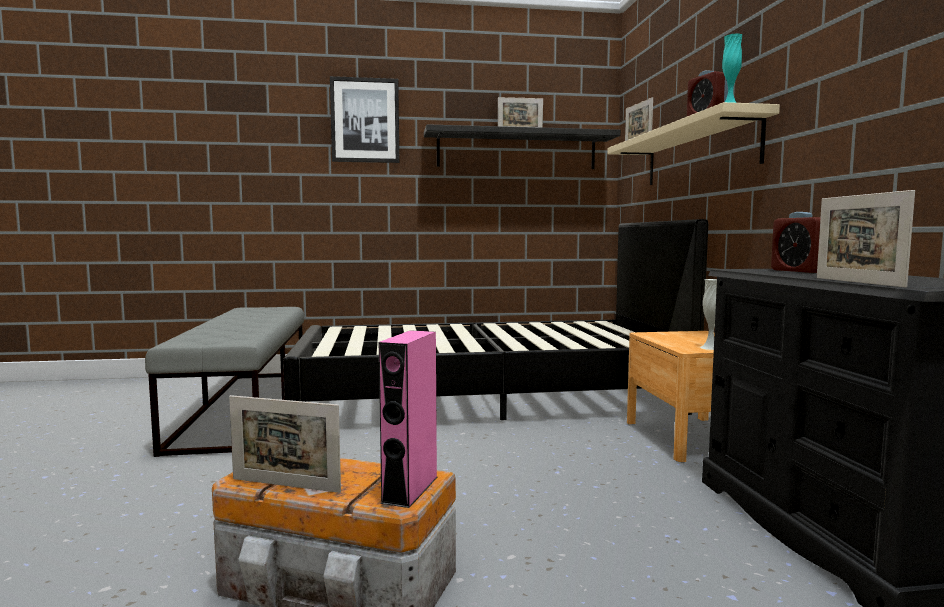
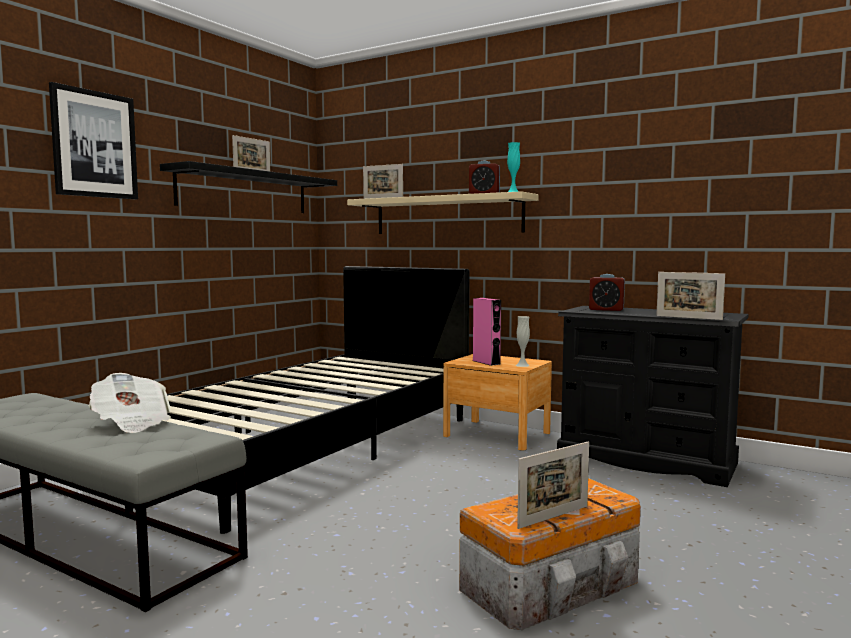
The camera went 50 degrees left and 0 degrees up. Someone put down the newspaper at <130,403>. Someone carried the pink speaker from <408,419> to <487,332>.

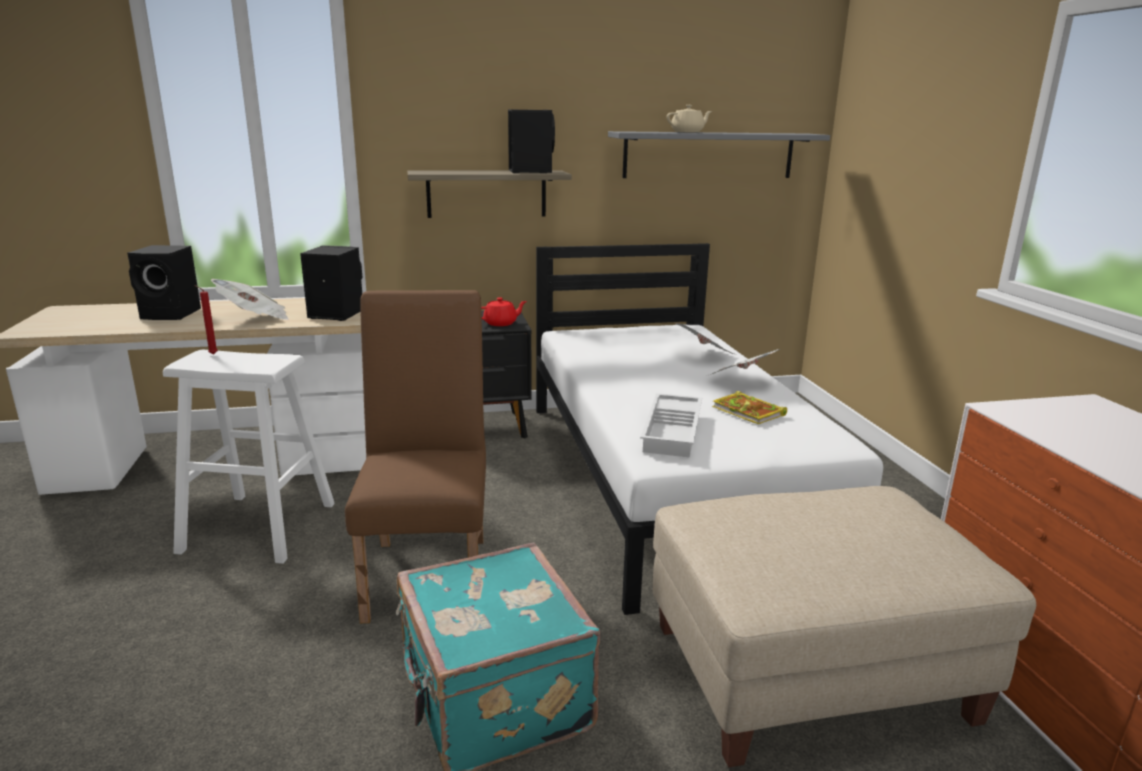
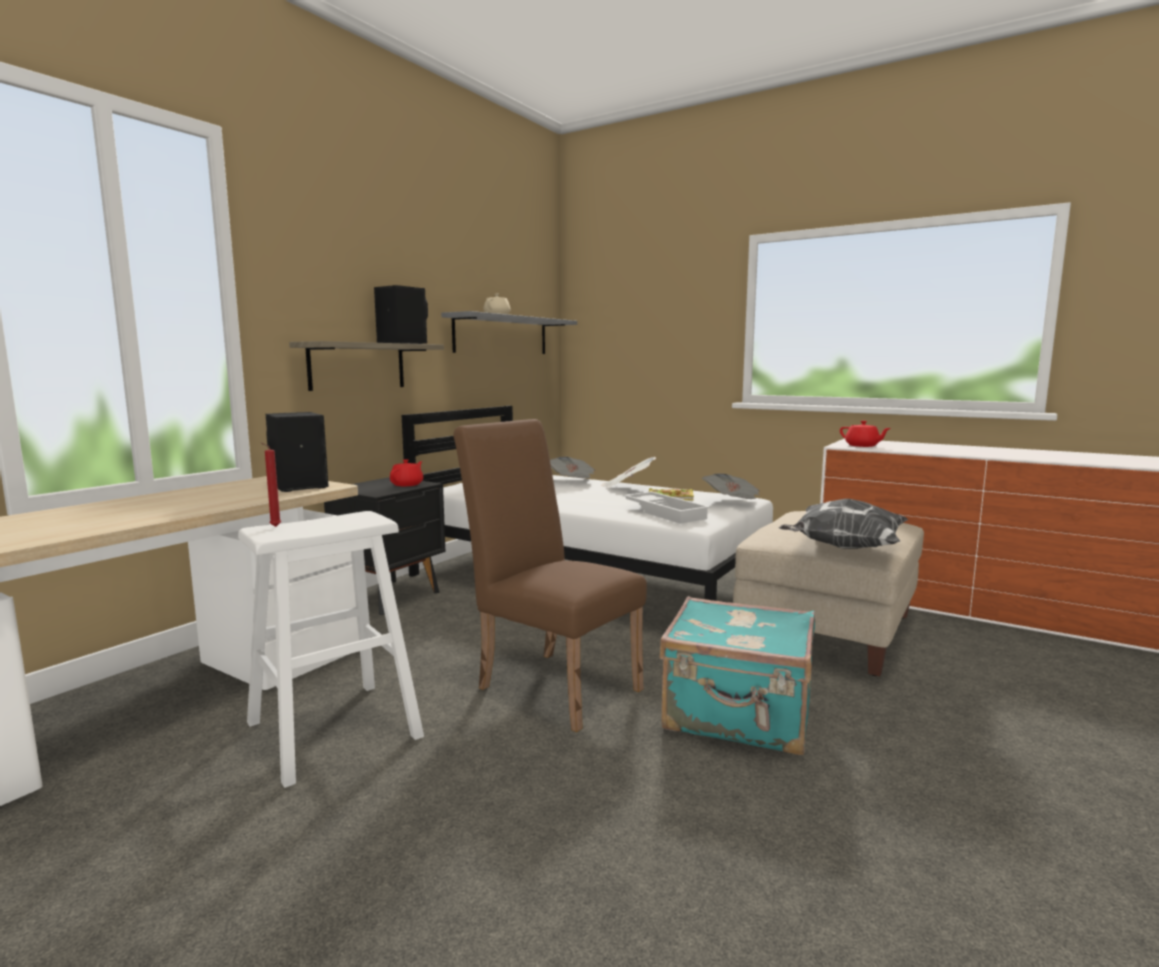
The camera went 45 degrees left and 10 degrees down. Someone took away the black speaker at <164,282>. Someone put down the pillow at <843,524>. Someone put down the red teapot at <865,434>. Someone carried the newspaper from <249,299> to <731,486>.

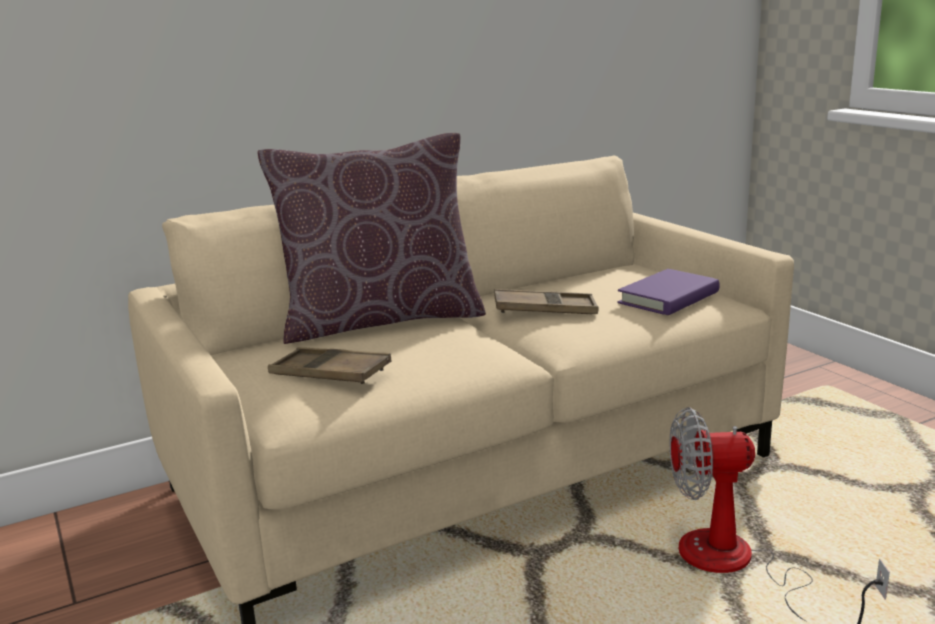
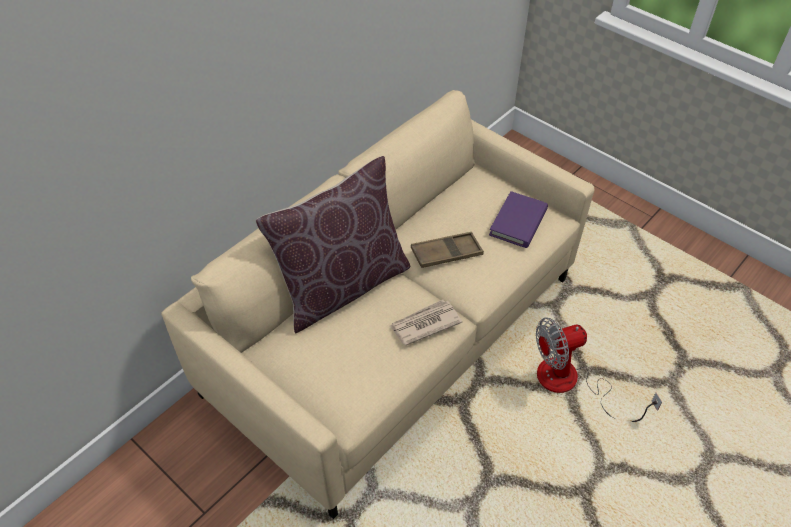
The camera went 20 degrees left and 30 degrees up. Someone took away the brown tray at <330,365>. Someone put down the newspaper at <426,322>.

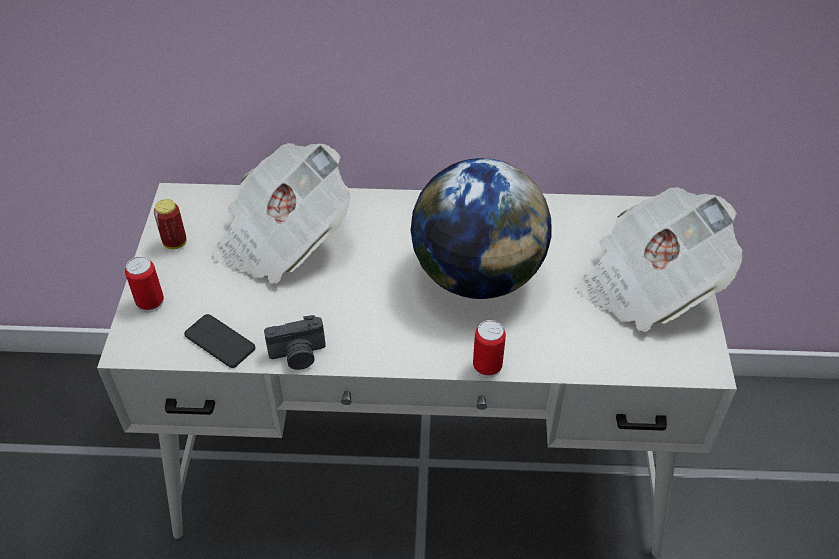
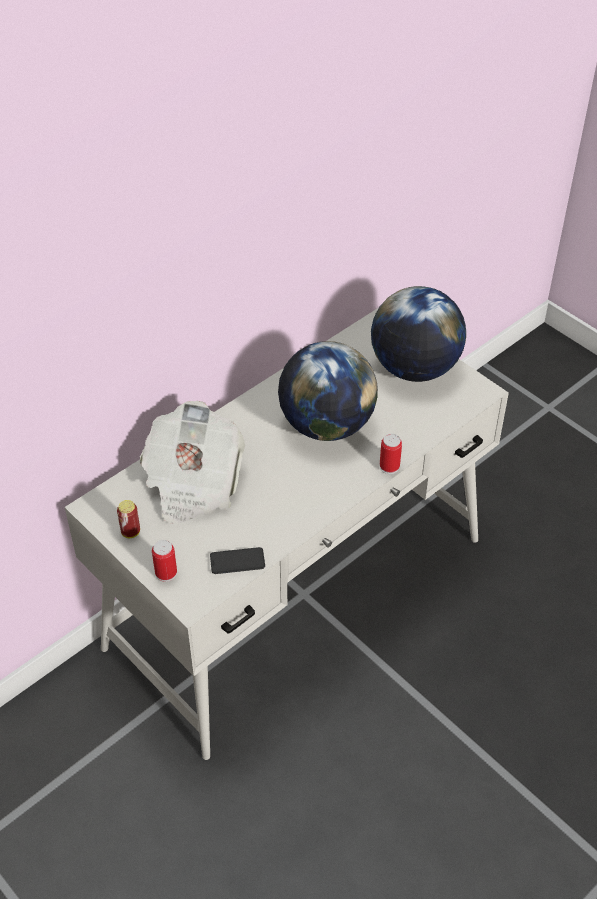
The camera went 45 degrees left and 0 degrees up. Someone took away the photo camera at <295,342>. Someone swapped the newspaper at <660,259> for the globe at <418,334>.

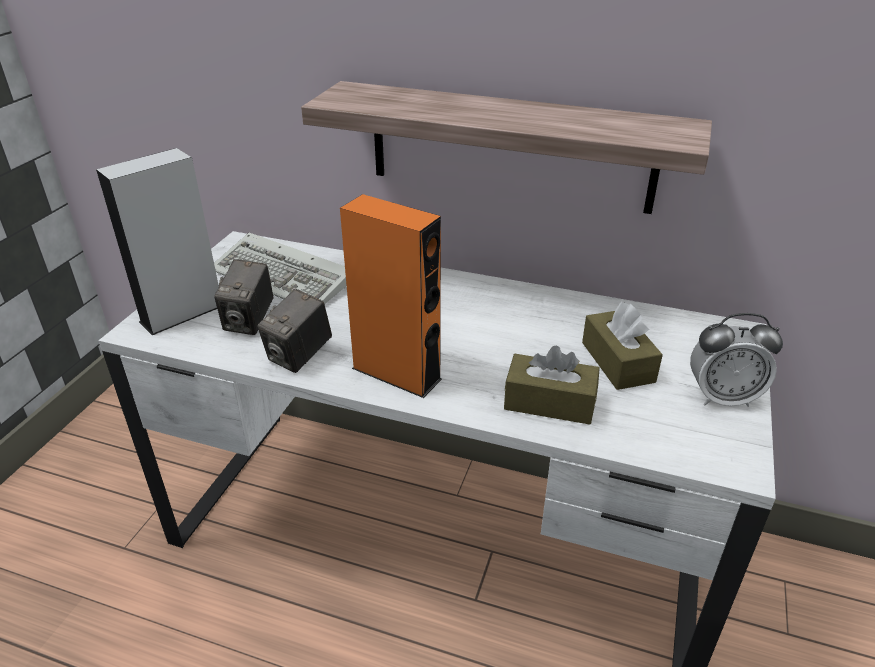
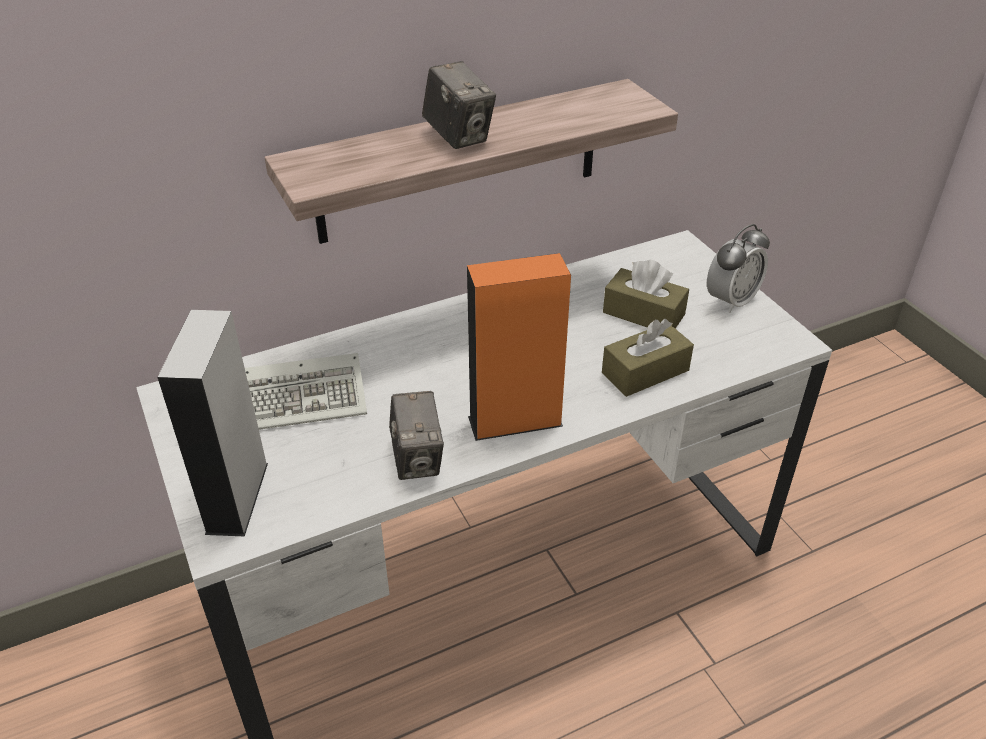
The camera went 45 degrees left and 5 degrees up. Someone carried the photo camera from <244,297> to <459,105>.

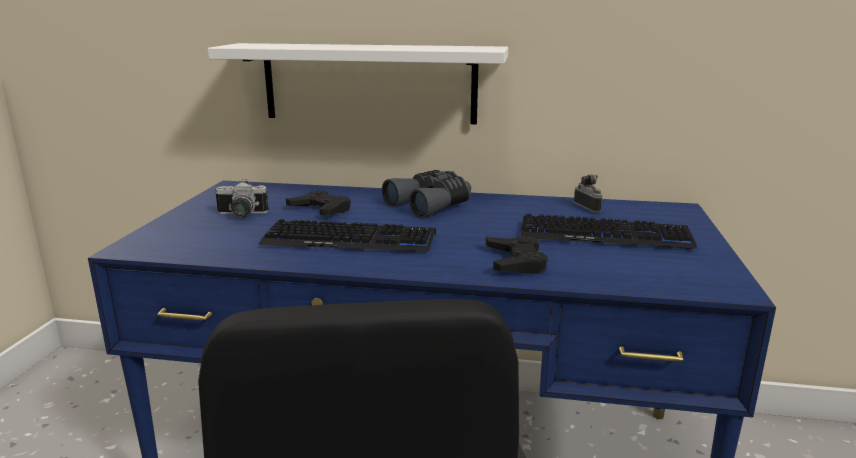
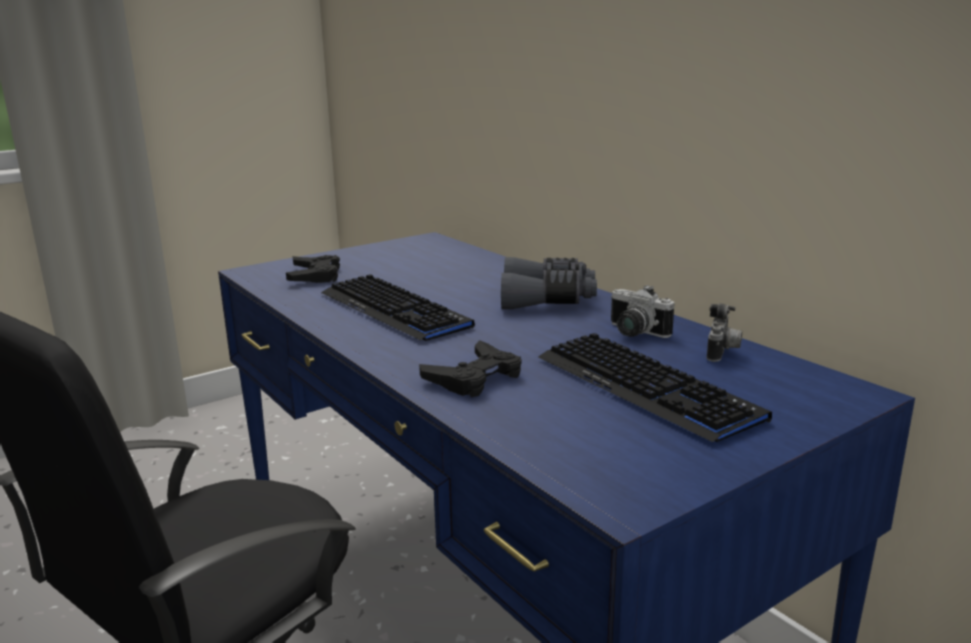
The camera went 45 degrees right and 0 degrees up. Someone took away the white shelf at <357,84>. Someone carried the photo camera from <242,198> to <642,311>. Someone carried the black game controller from <318,203> to <313,269>.

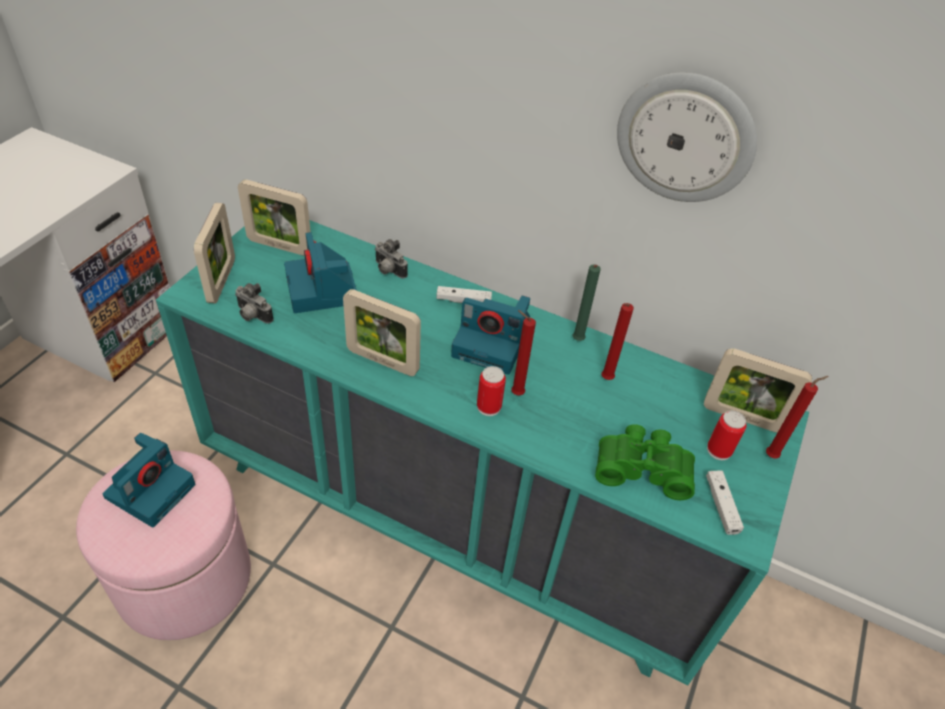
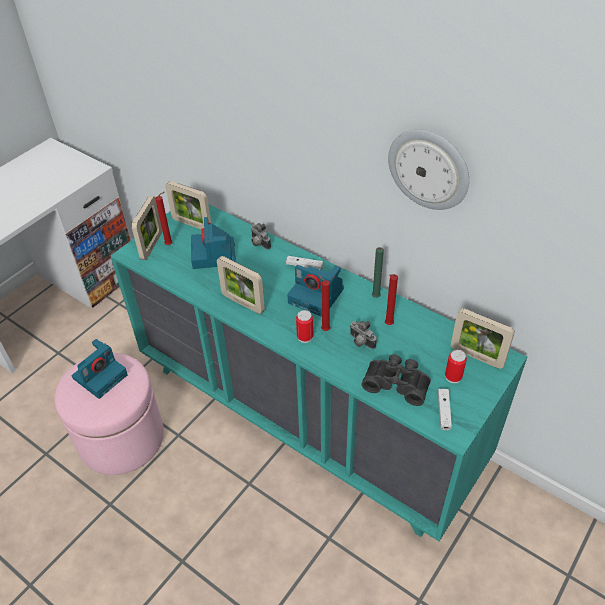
The camera went 15 degrees right and 0 degrees up. Someone carried the photo camera from <254,303> to <363,335>. Someone carried the red candle from <797,417> to <163,218>. Someone repainted the green binoculars at <645,462>, which became the black binoculars at <396,380>.

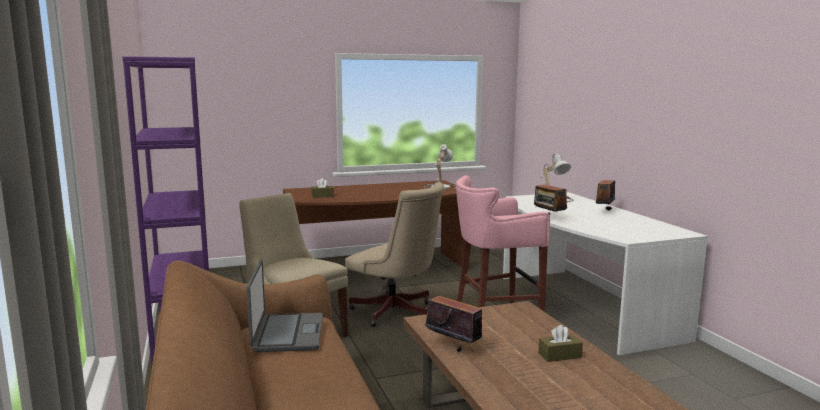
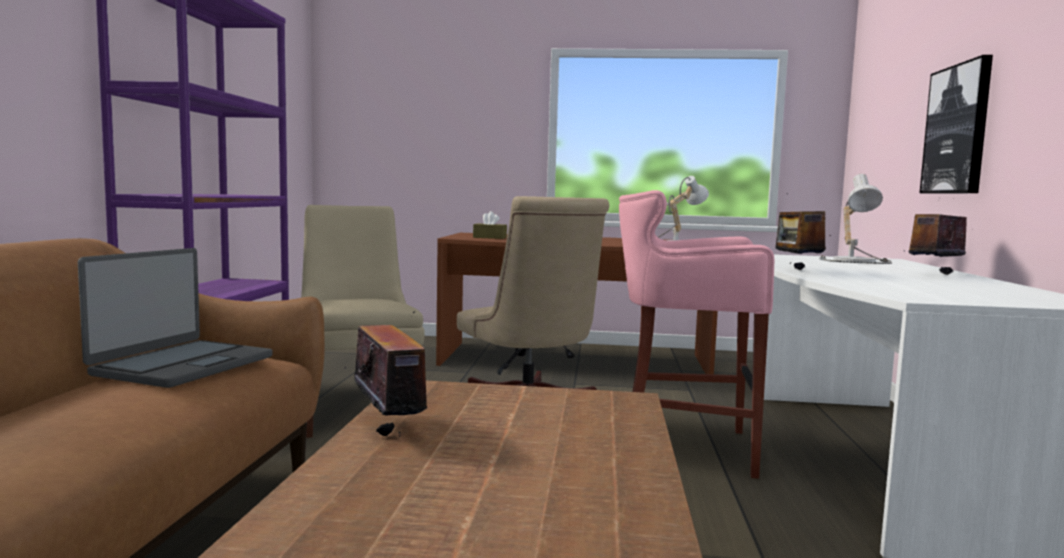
The camera went 25 degrees right and 5 degrees down. Someone took away the brown tissue box at <560,343>. Someone put up the picture at <956,124>.

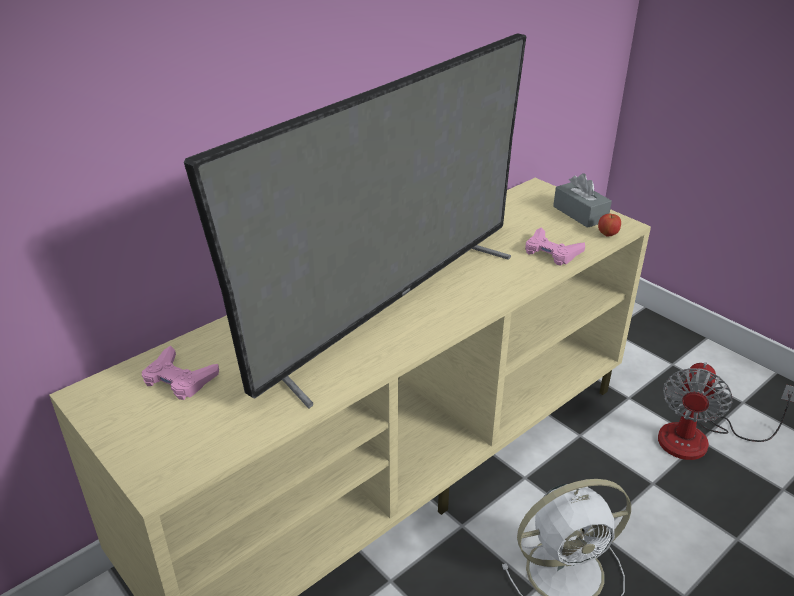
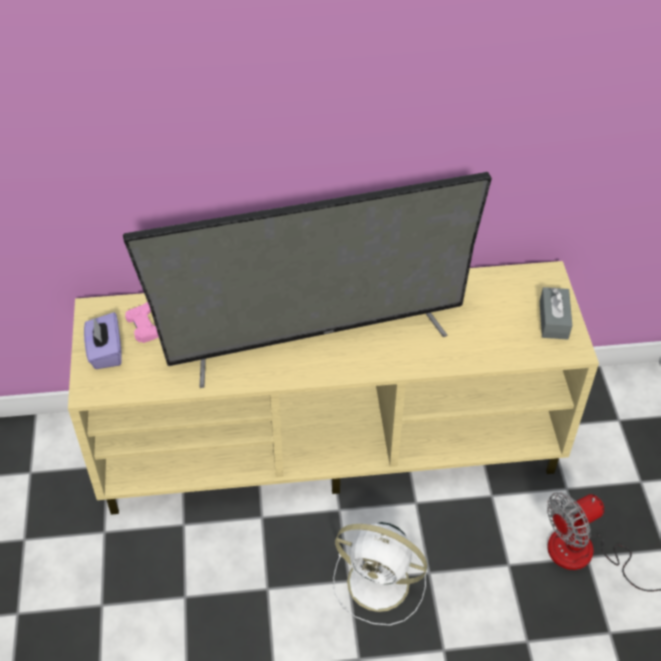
The camera went 35 degrees right and 15 degrees up. Someone took away the pink game controller at <555,246>. Someone took away the apple at <609,225>. Someone put down the purple tissue box at <103,340>.

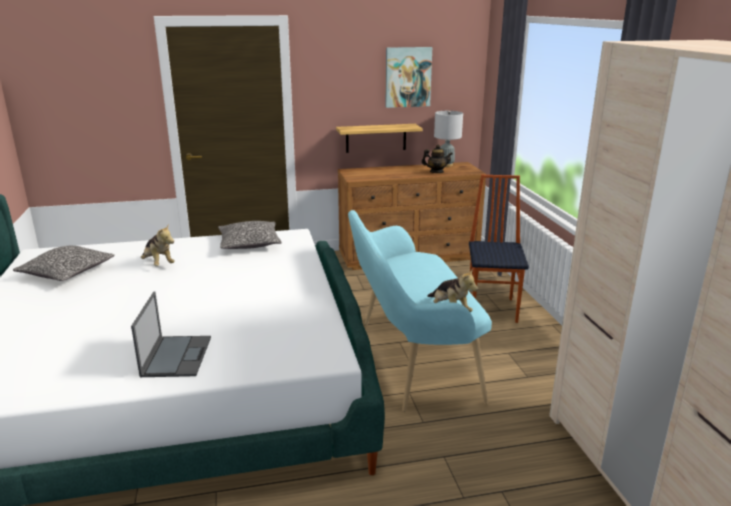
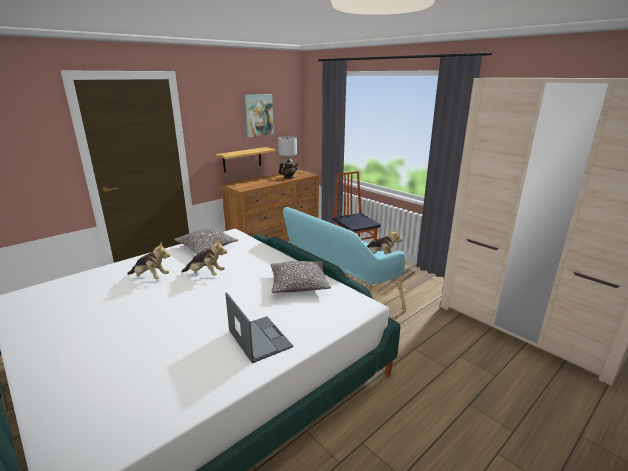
The camera went 30 degrees left and 0 degrees up. Someone put down the plush toy at <204,258>. Someone carried the pillow from <64,263> to <301,277>.

